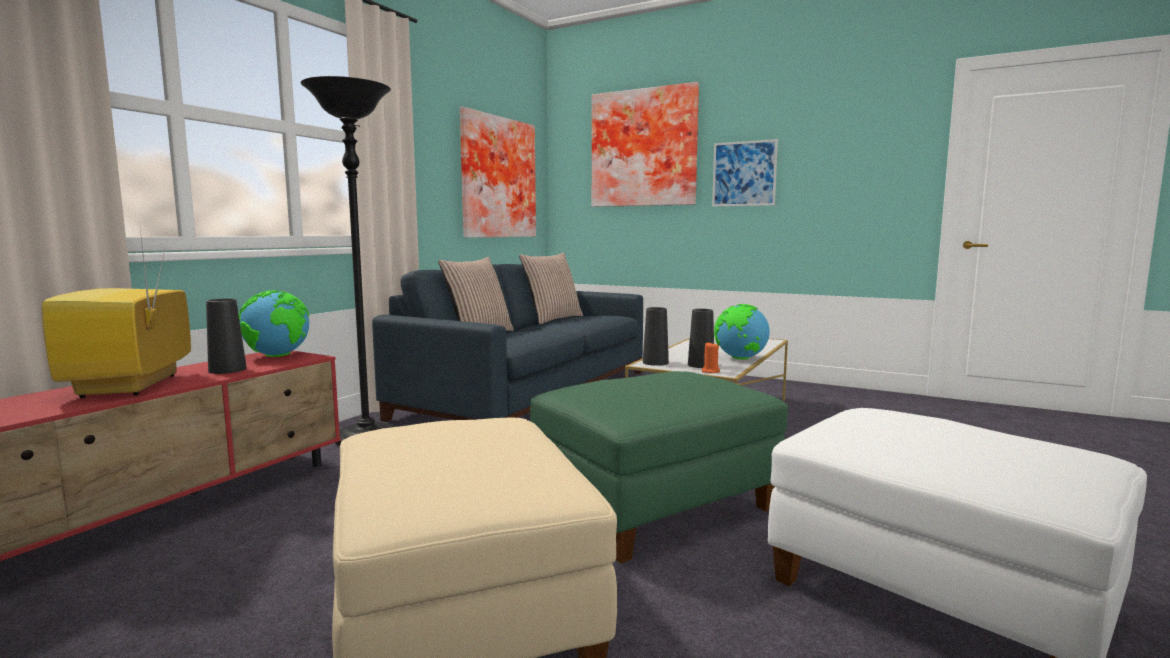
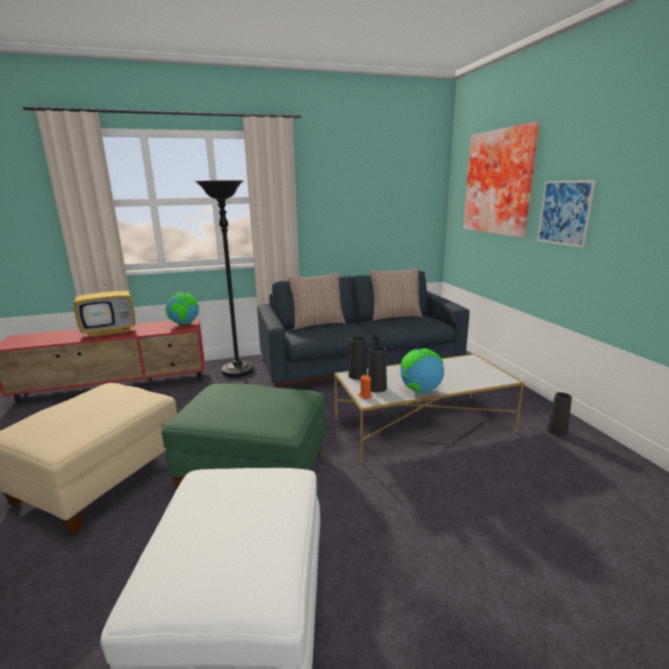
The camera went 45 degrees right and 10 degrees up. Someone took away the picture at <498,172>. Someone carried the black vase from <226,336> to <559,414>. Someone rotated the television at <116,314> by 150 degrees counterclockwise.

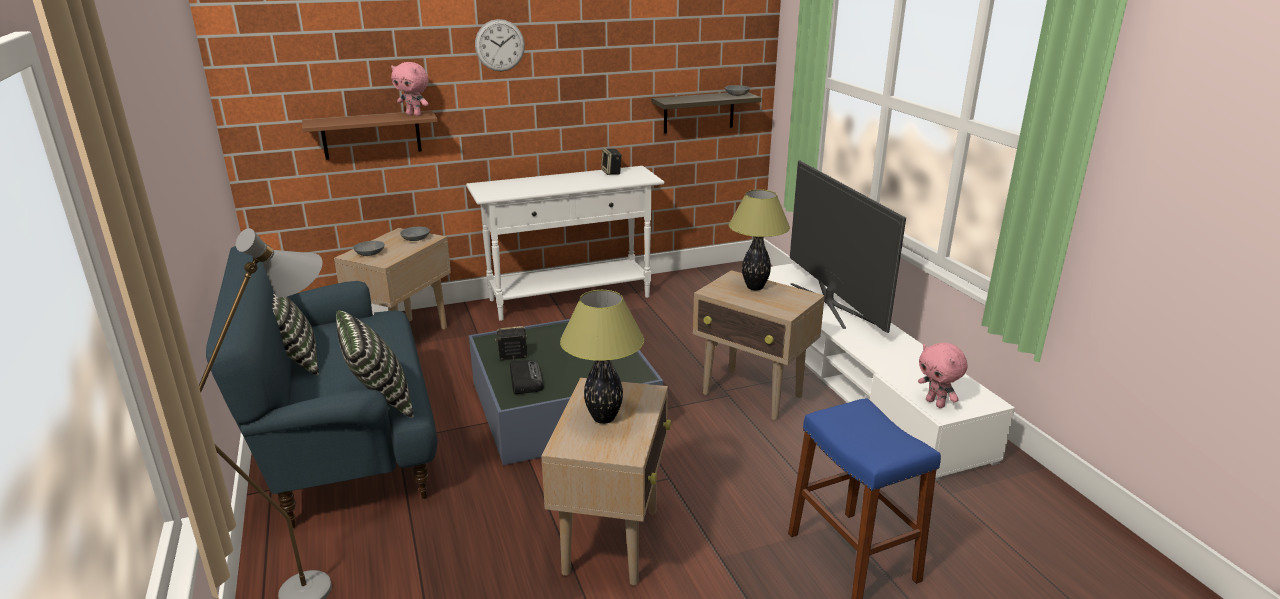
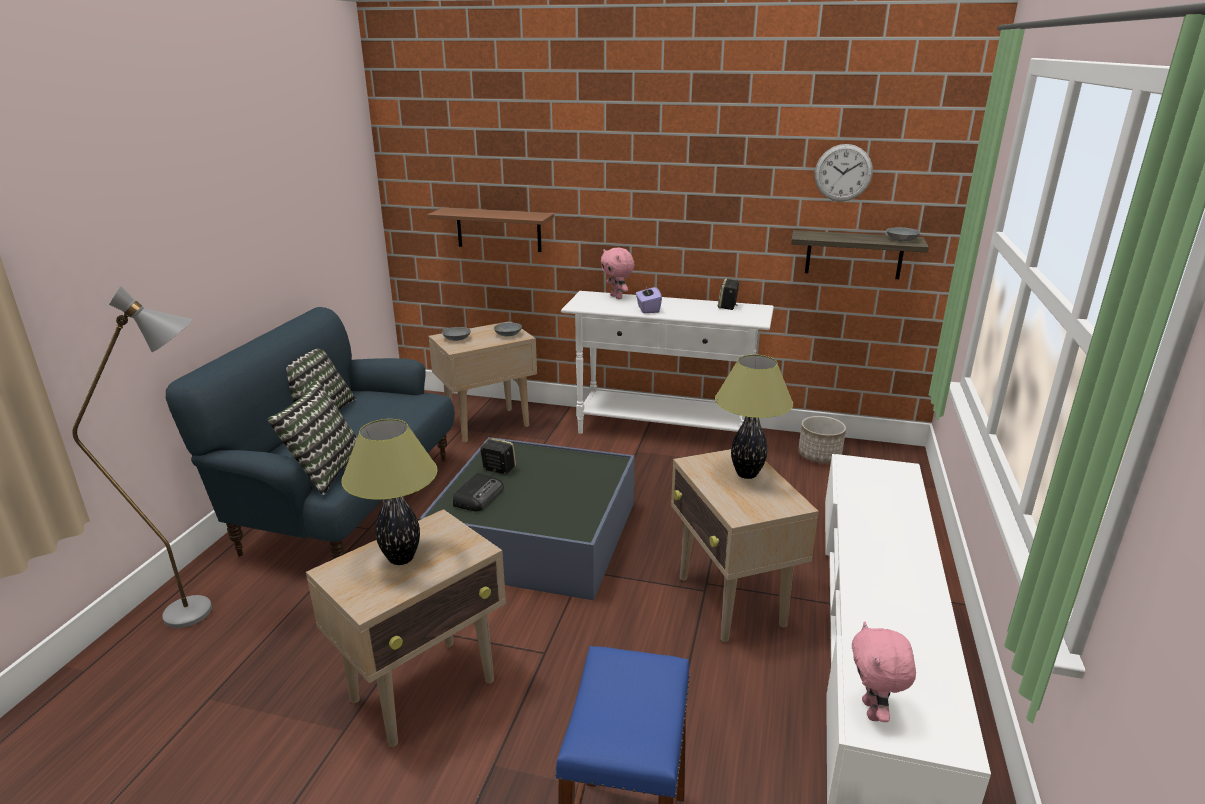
The camera went 35 degrees right and 0 degrees up. Someone took away the television at <848,246>. Someone put down the purple tissue box at <649,297>. Someone put down the planter at <822,440>. Someone carried the pink plush toy from <410,89> to <617,273>. Someone carried the wall clock from <500,45> to <844,173>.

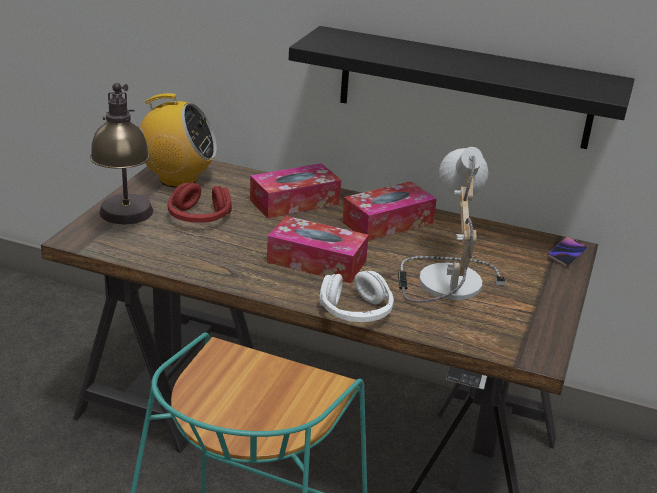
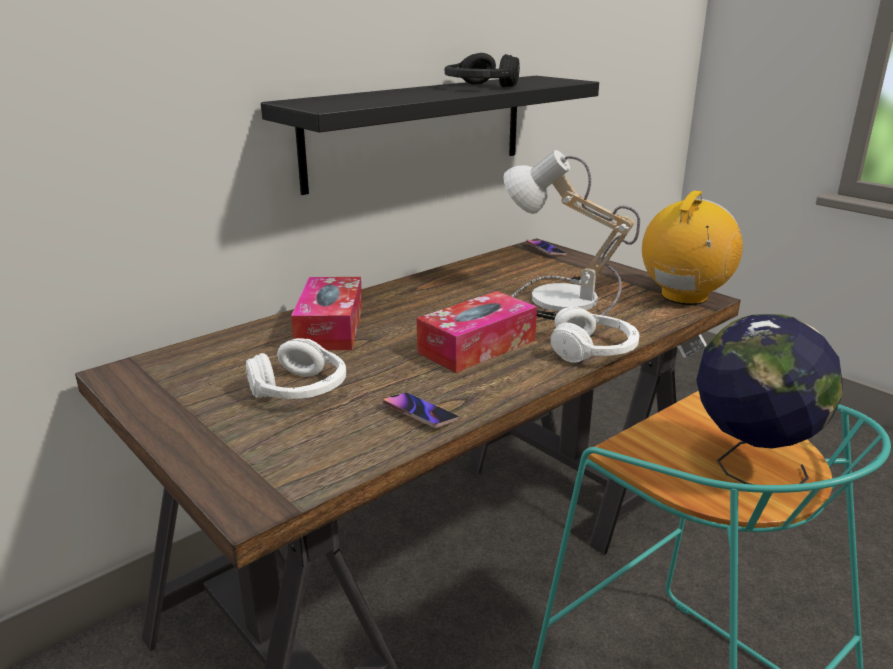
The camera went 60 degrees left and 5 degrees down. Someone took away the table lamp at <121,153>. Someone took away the tissue box at <389,211>. Someone put down the phone at <421,410>. Someone put down the black headphones at <482,70>. Someone put down the globe at <769,399>. Someone carried the radio from <173,140> to <692,247>. Someone repainted the red headphones at <200,203>, which became the white headphones at <296,368>.

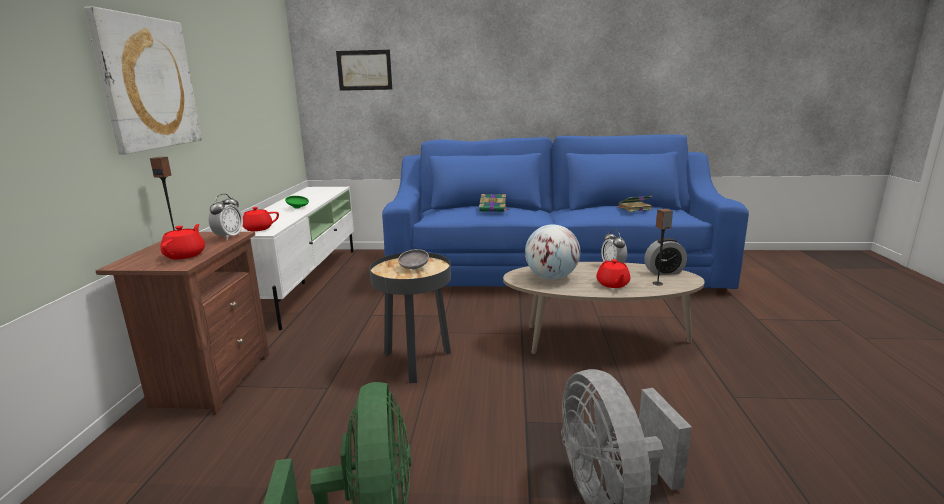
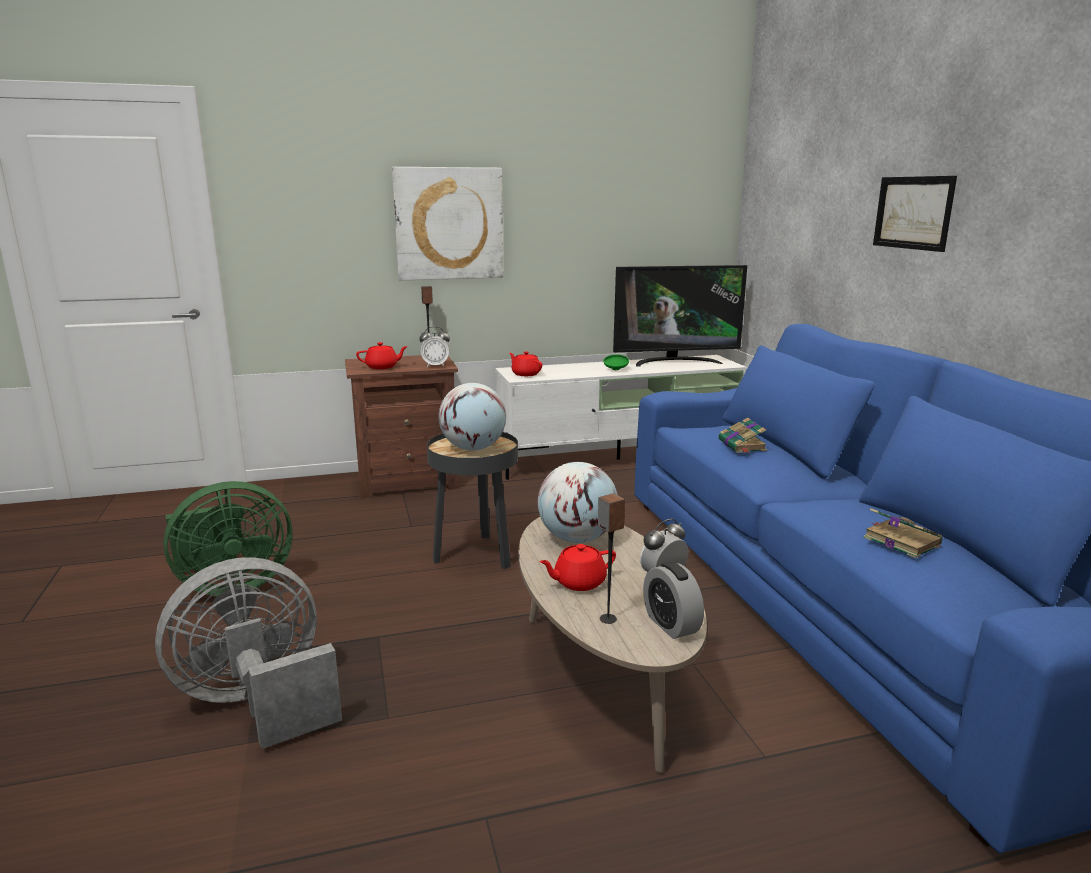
The camera went 70 degrees right and 0 degrees up. Someone put down the television at <680,316>. Someone carried the picture from <364,70> to <915,214>. Someone swapped the grey bowl at <413,259> for the globe at <472,417>.

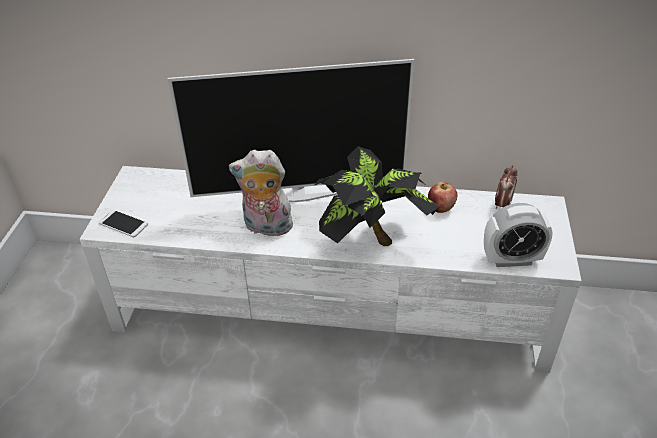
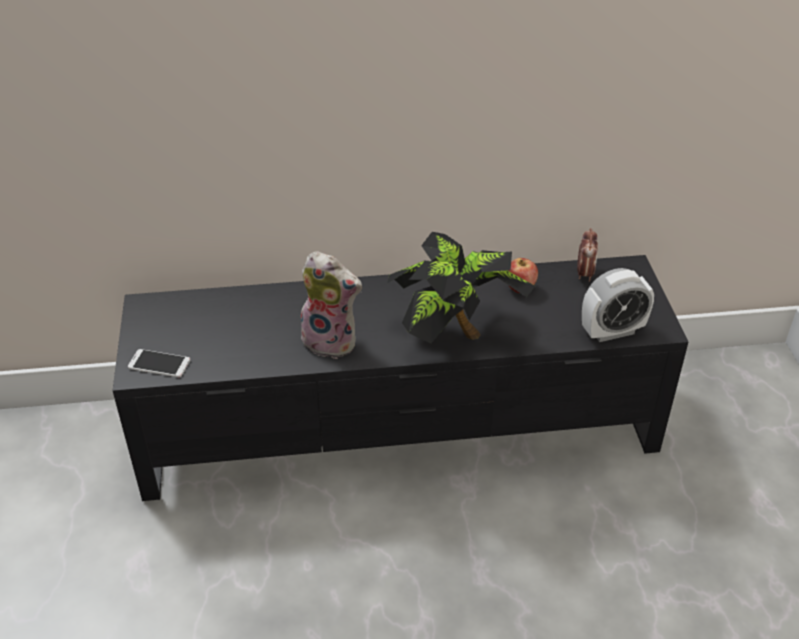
The camera went 15 degrees left and 0 degrees up. Someone took away the television at <291,130>. Someone repainted the white tv stand at <330,269>, which became the black tv stand at <400,378>. Someone rotated the plush toy at <261,193> by 150 degrees counterclockwise.

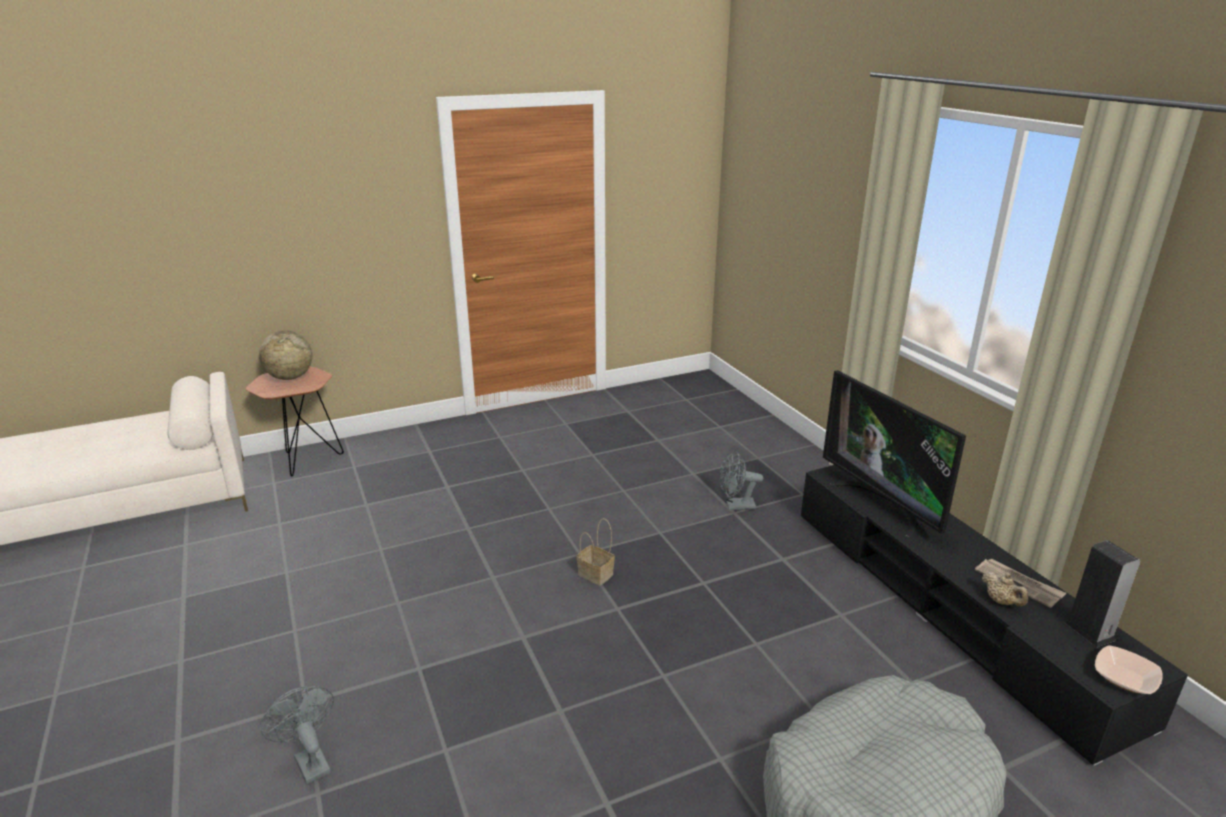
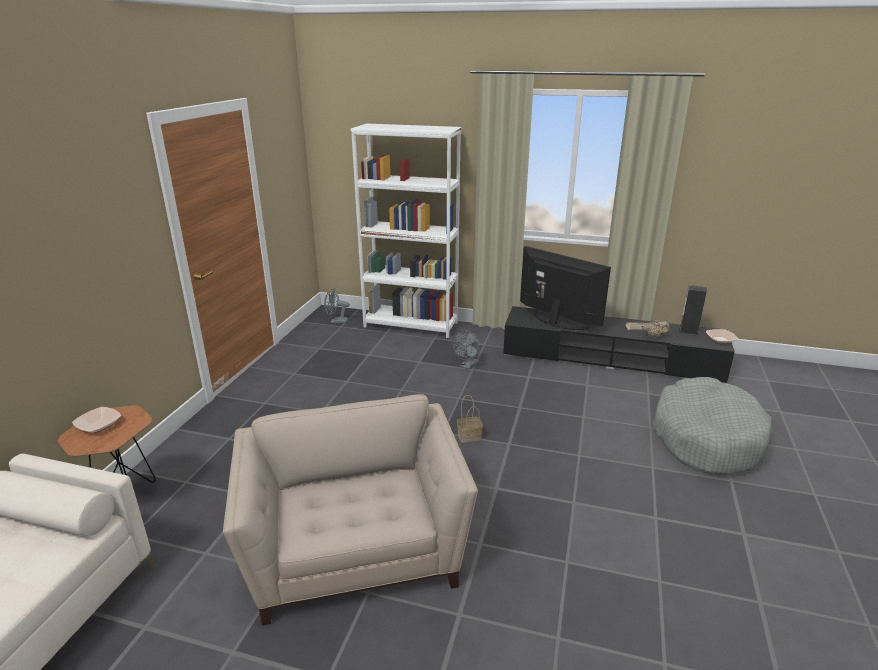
The camera went 50 degrees left and 0 degrees up. Someone put down the beige armchair at <350,510>. Someone put down the white bookcase at <406,231>. Someone carried the grey fan from <297,735> to <337,305>. Someone swapped the globe at <285,355> for the bowl at <96,420>. Someone rotated the television at <894,453> by 150 degrees counterclockwise.

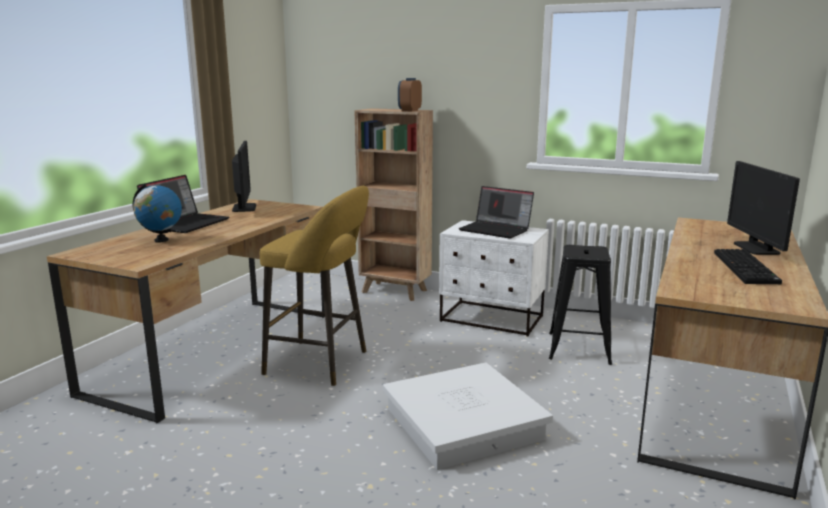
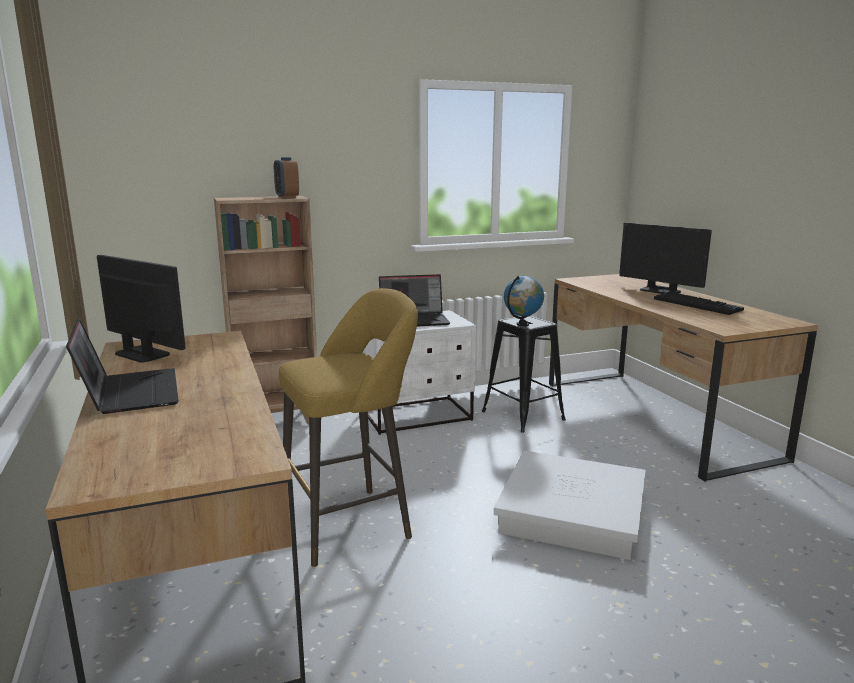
The camera went 45 degrees left and 0 degrees up. Someone carried the globe from <157,213> to <524,301>.

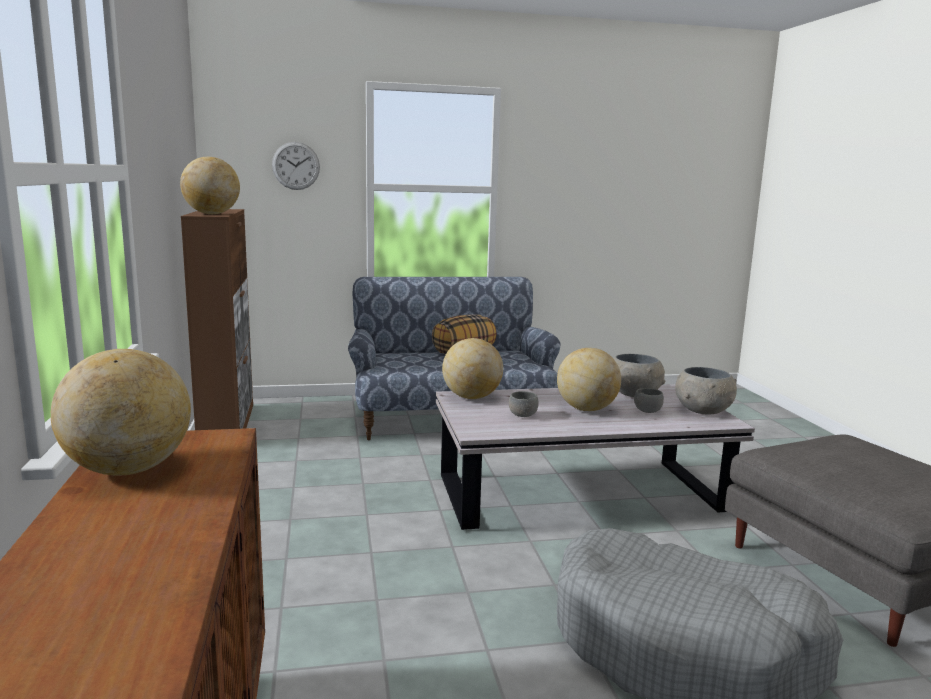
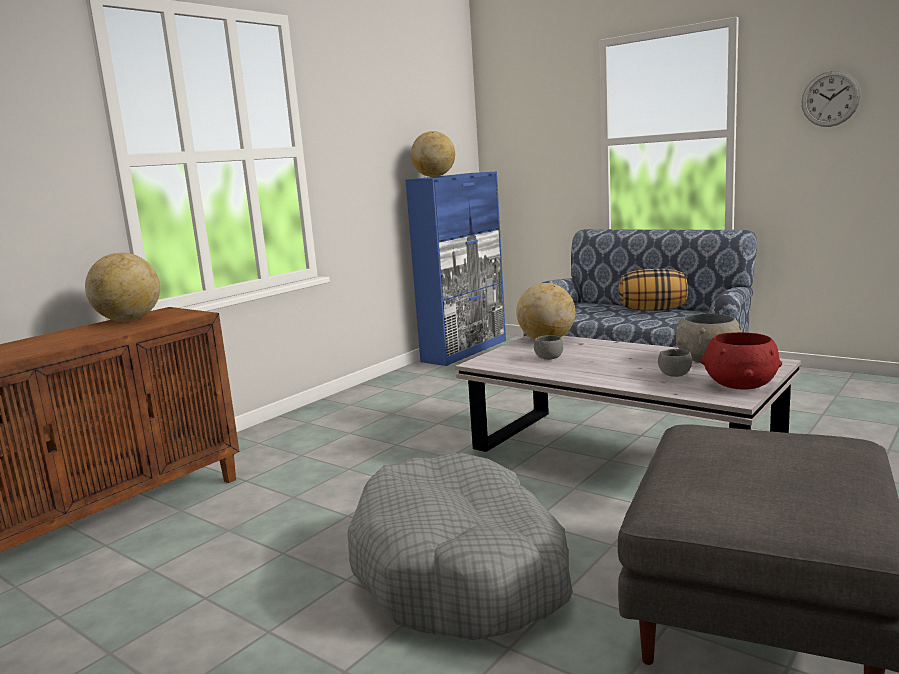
The camera went 50 degrees right and 0 degrees up. Someone took away the globe at <589,379>. Someone carried the wall clock from <296,166> to <831,99>. Someone repainted the brown cabinet at <217,319>, which became the blue cabinet at <455,269>. Someone repainted the grey bowl at <706,390>, which became the red bowl at <741,360>.

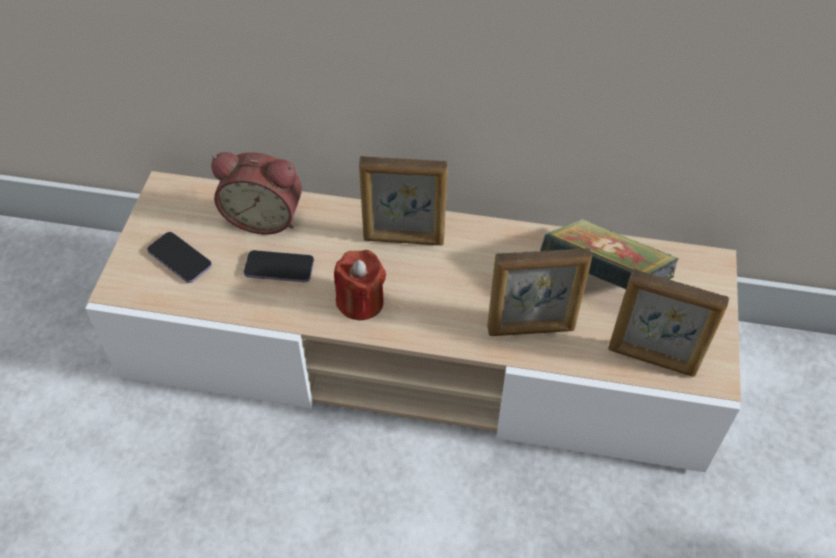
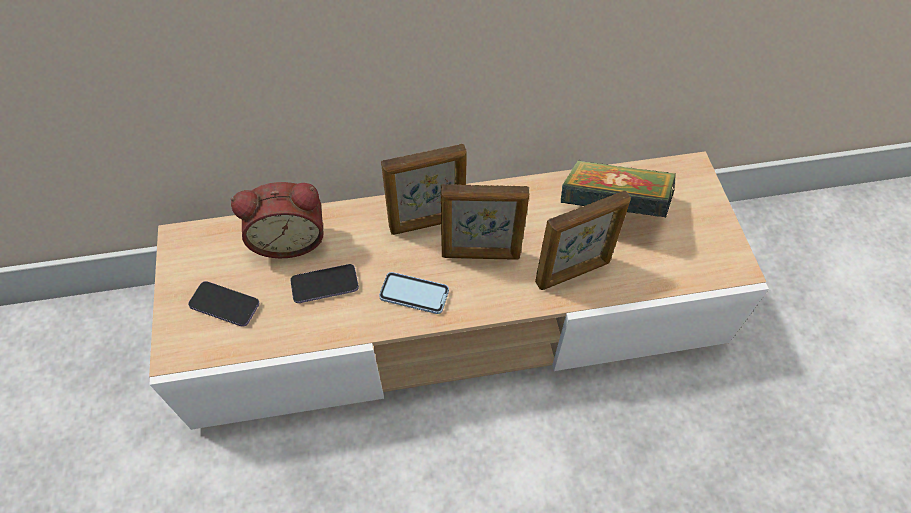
The camera went 20 degrees left and 5 degrees up. Someone carried the picture frame from <668,323> to <485,222>. Someone swapped the red candle at <360,285> for the phone at <414,293>.

